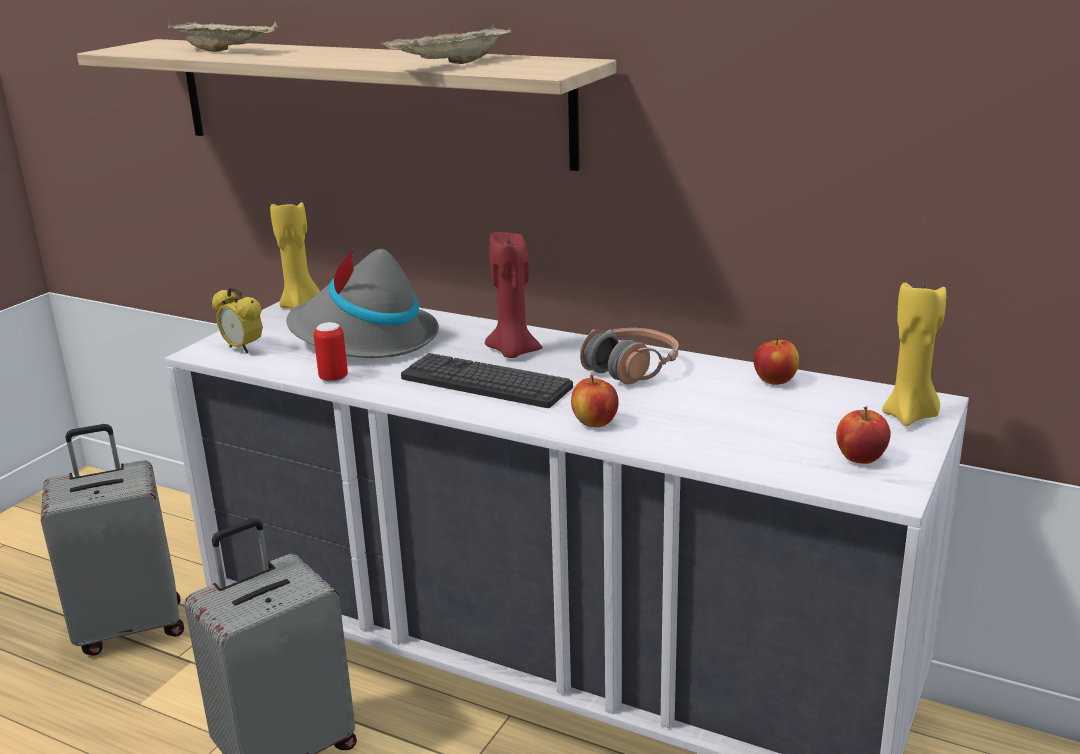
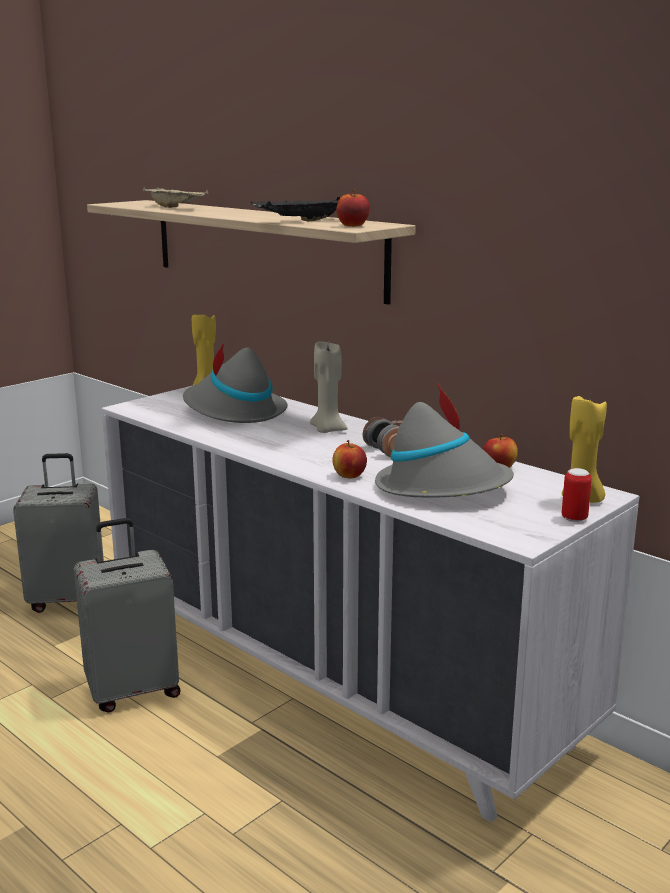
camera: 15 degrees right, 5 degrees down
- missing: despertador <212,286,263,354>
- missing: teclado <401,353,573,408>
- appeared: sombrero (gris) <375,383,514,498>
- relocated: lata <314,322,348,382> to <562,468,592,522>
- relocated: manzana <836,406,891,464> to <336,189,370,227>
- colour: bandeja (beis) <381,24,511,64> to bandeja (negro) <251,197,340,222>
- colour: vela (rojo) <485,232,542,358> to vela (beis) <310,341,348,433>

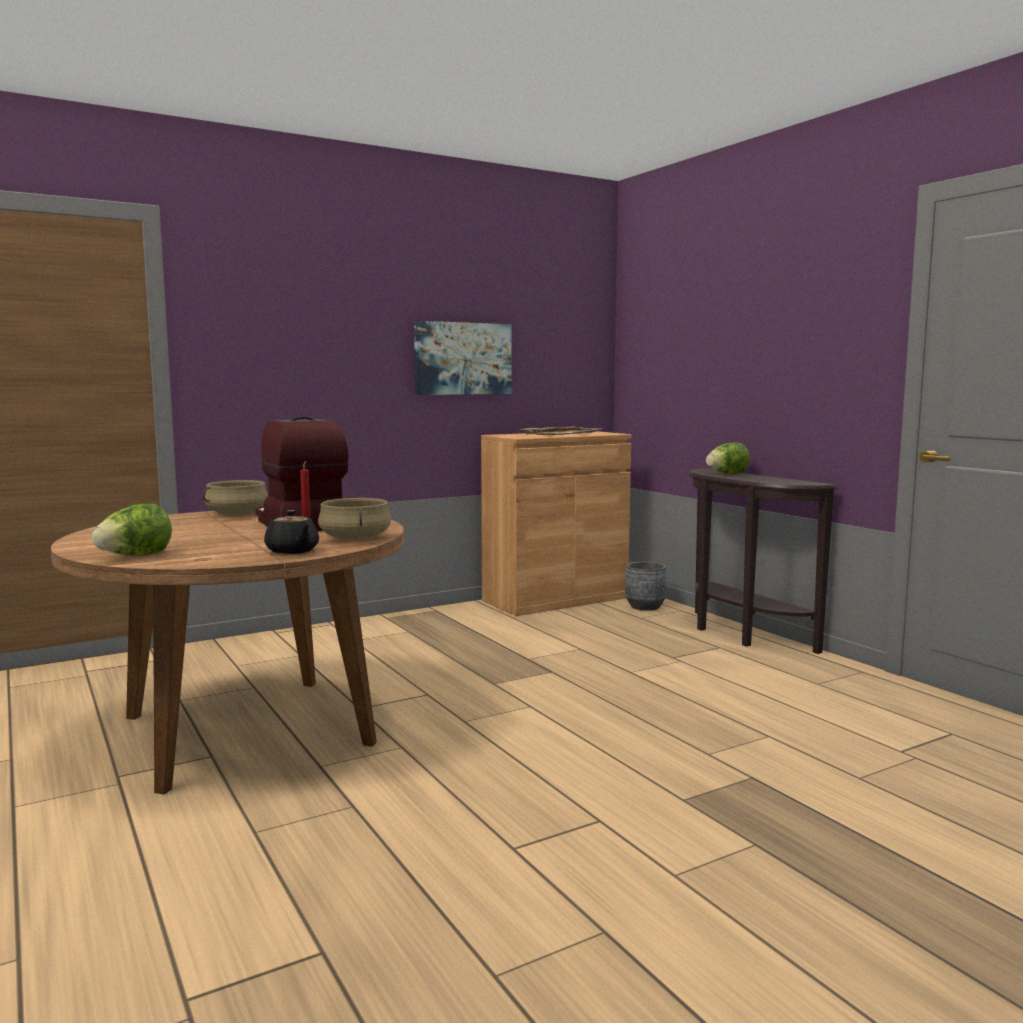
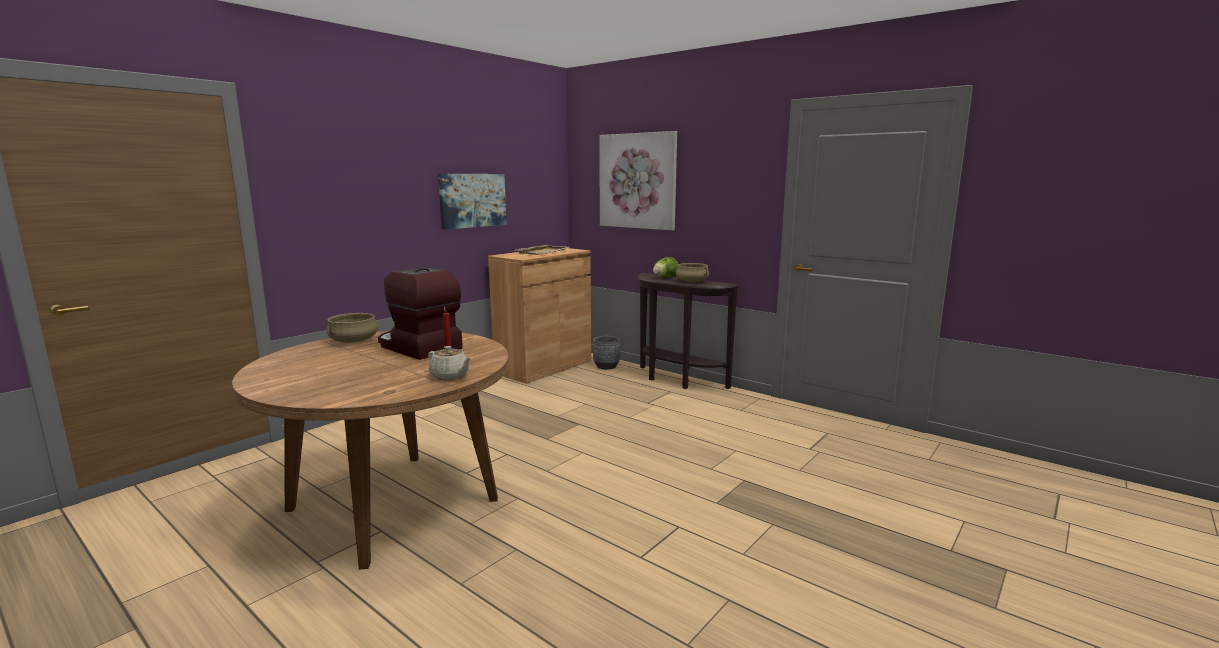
camera: 20 degrees left, 5 degrees up
- missing: lechuga <92,504,172,555>
- appeared: cuadro <599,131,677,230>
- relocated: olla (beis) <318,498,391,540> to <676,263,709,282>
- colour: tetera (negro) <264,510,319,554> to tetera (beis) <428,346,472,380>

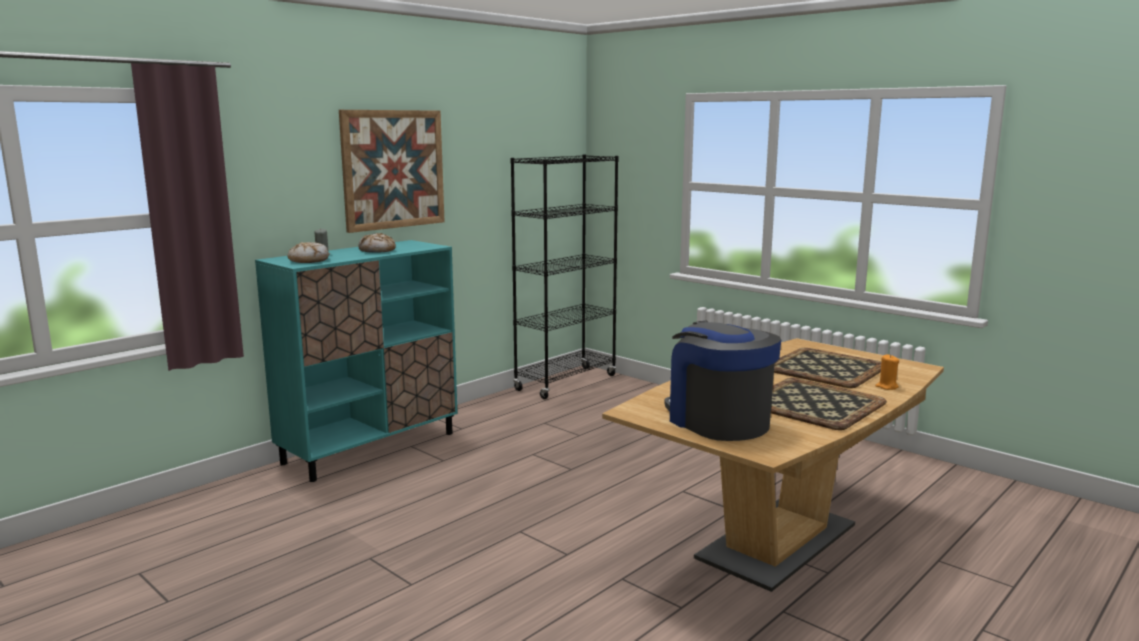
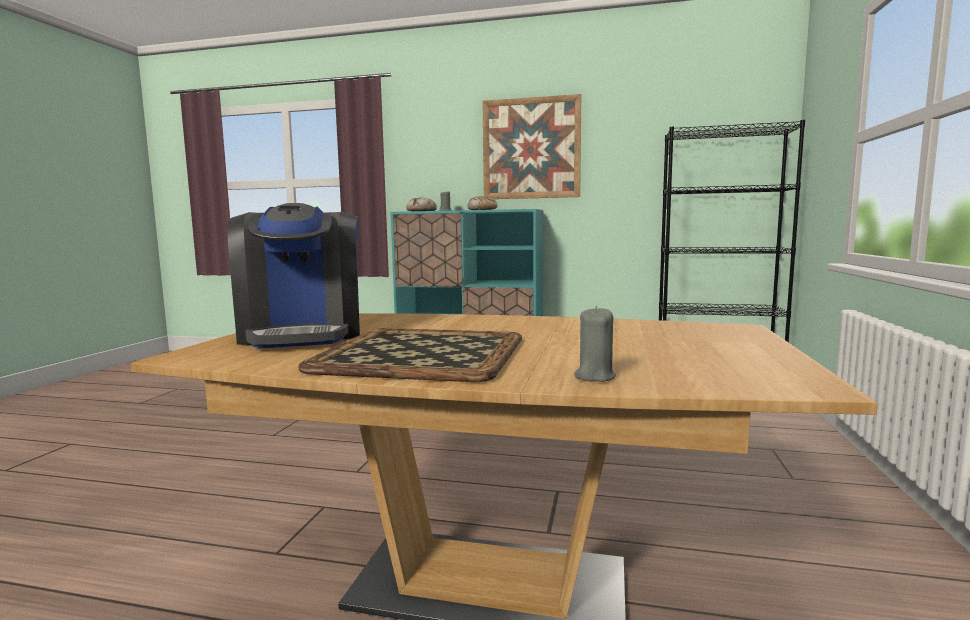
camera: 60 degrees right, 5 degrees down
- missing: bandeja <774,348,881,388>
- colour: vela (naranja) <875,354,899,390> to vela (gris) <574,306,616,382>
- spun: cafetera <665,321,781,441> = <228,203,360,348> 135 degrees clockwise

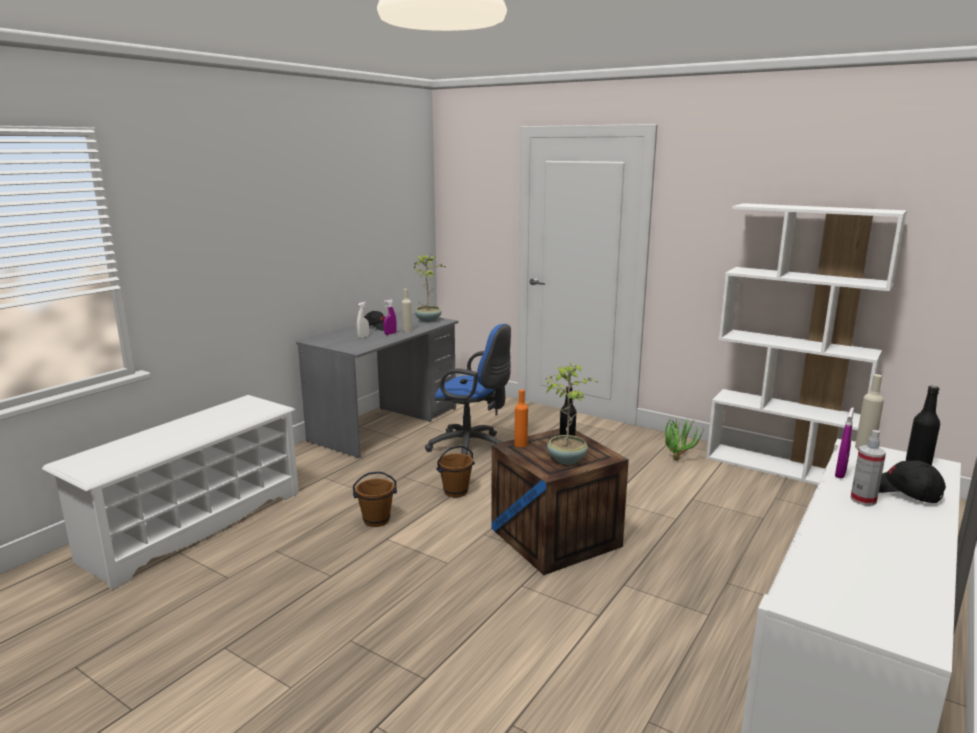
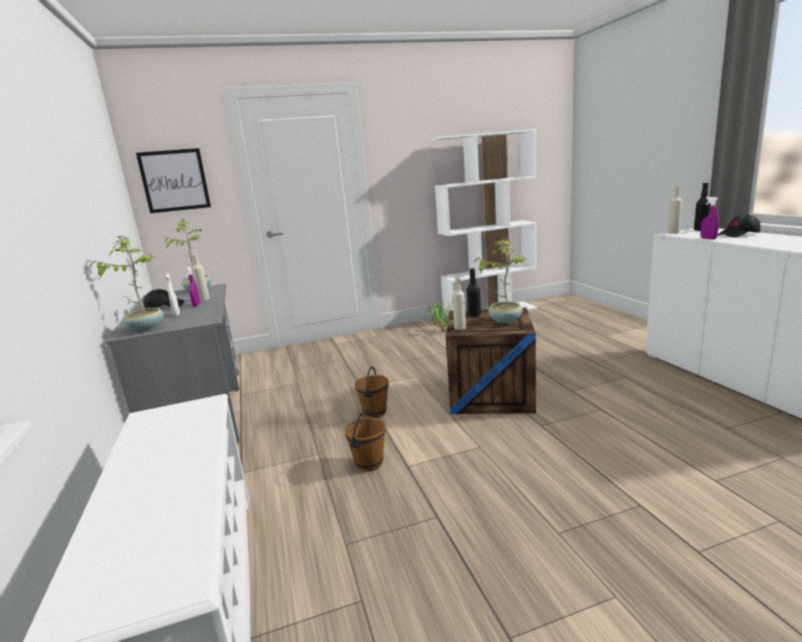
camera: 50 degrees left, 0 degrees up
- missing: silla de oficina (azul) <425,324,511,455>
- missing: pulverizador <851,430,886,506>
- appeared: planta en maceta <90,236,164,332>
- appeared: cuadro <136,148,211,213>
- colour: botella (naranja) <514,390,528,447> to botella (beis) <452,278,466,330>

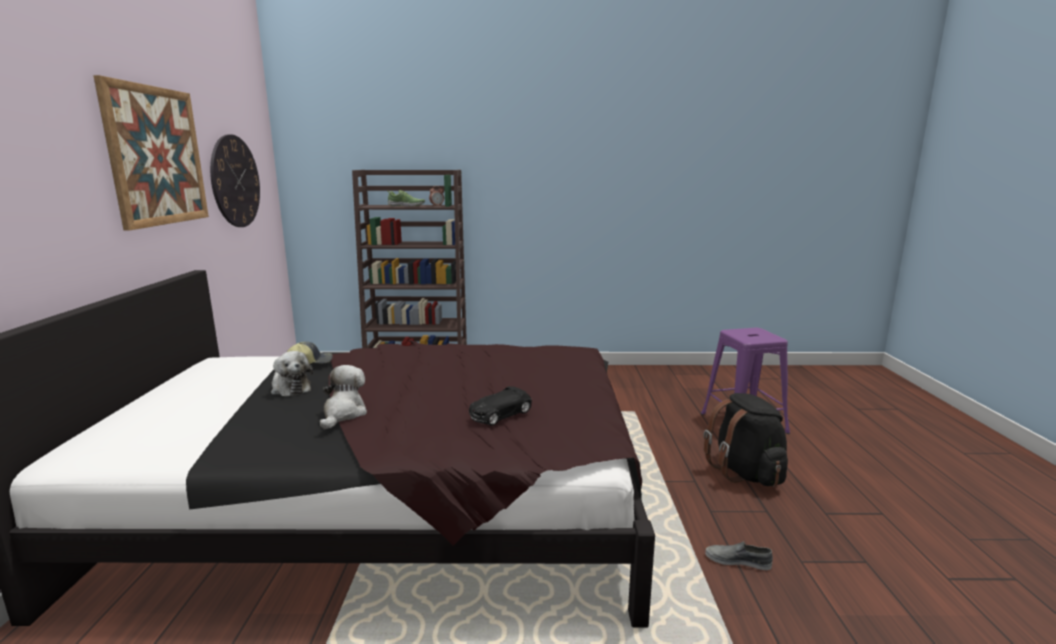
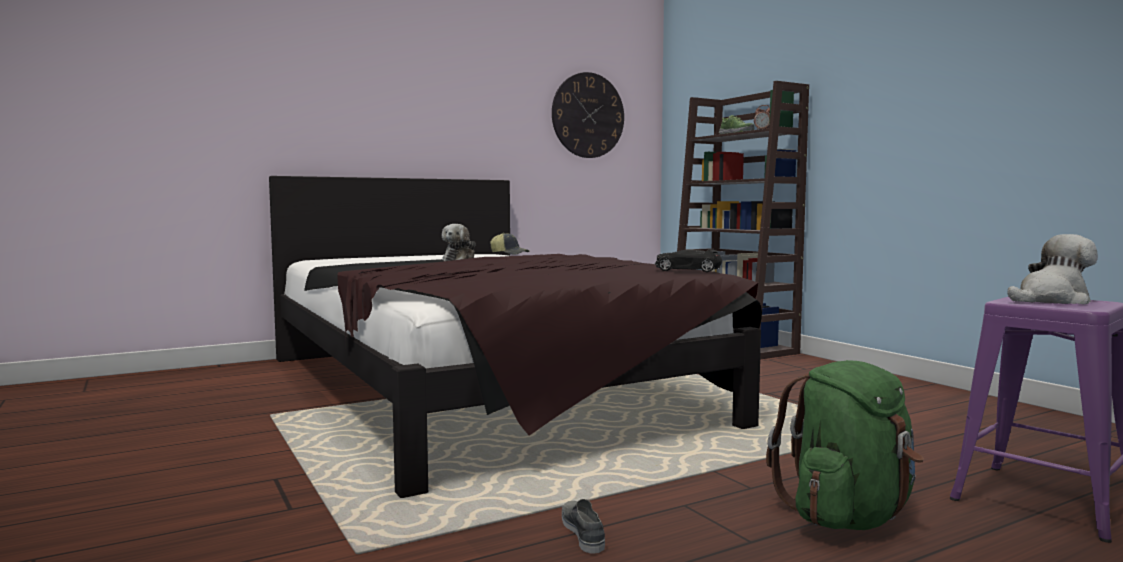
camera: 60 degrees right, 10 degrees down
- missing: cuadro <93,75,209,231>
- relocated: peluche <320,365,367,430> to <1007,234,1098,304>
- relocated: coche de juguete (negro) <469,386,532,426> to <655,249,722,272>
- colour: mochila (negro) <704,393,788,486> to mochila (verde) <766,360,924,530>

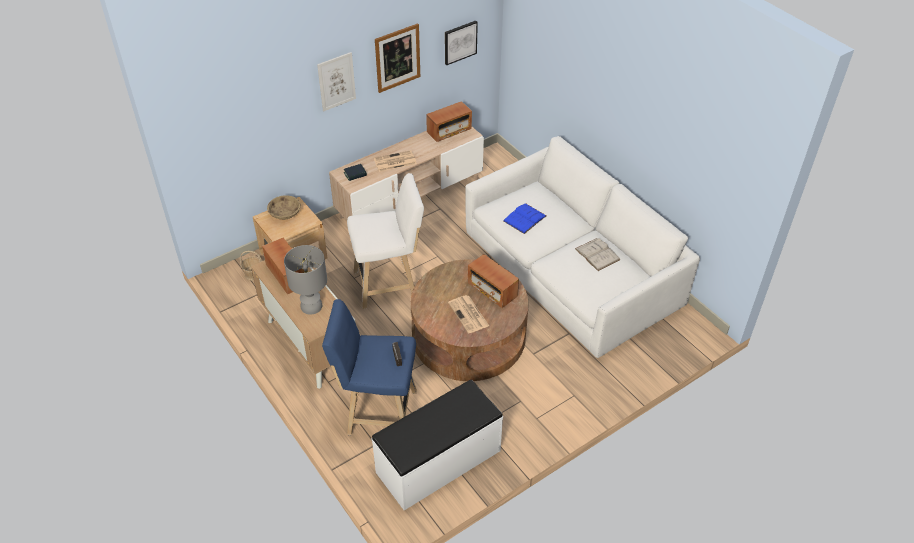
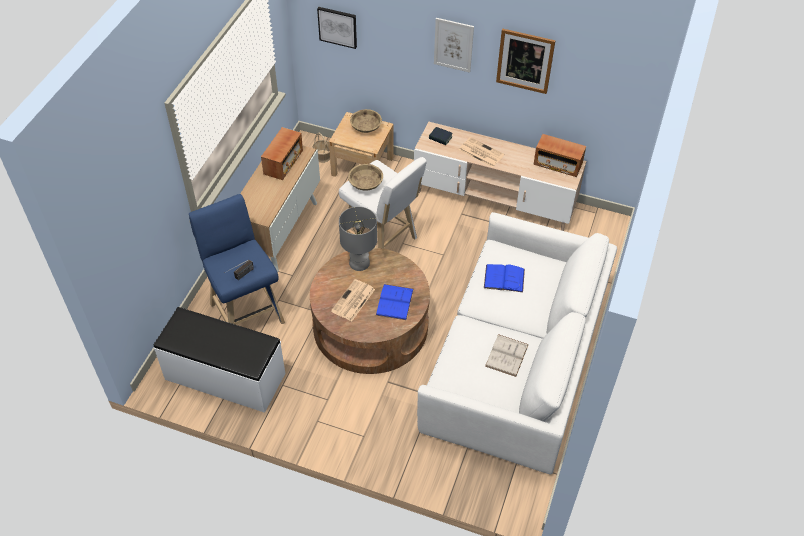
camera: 55 degrees right, 5 degrees up
- appeared: cuenco (beis) <348,164,383,191>
- relocated: lámpara de mesa (gris) <284,245,327,315> to <339,207,377,271>
- relocated: cuadro <445,21,478,65> to <317,7,357,49>
- exchanged: radio <468,254,519,308> to libro (azul) <376,284,414,320>

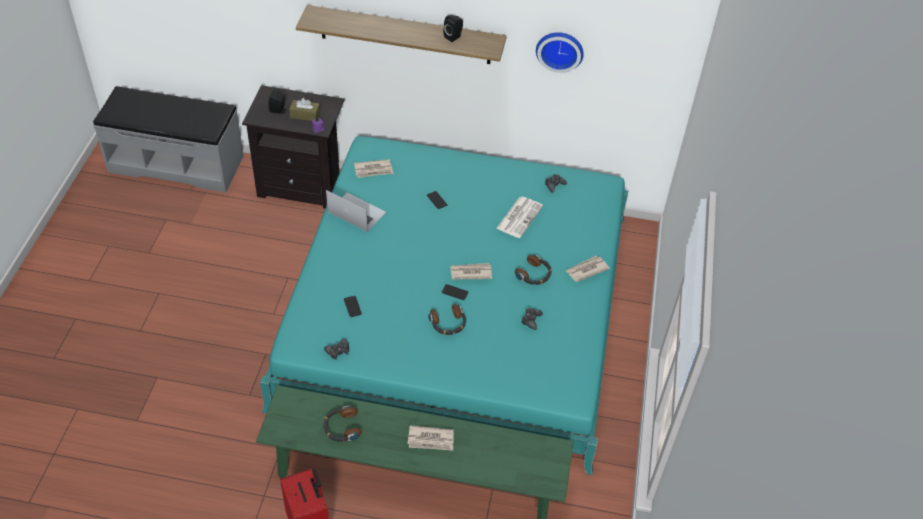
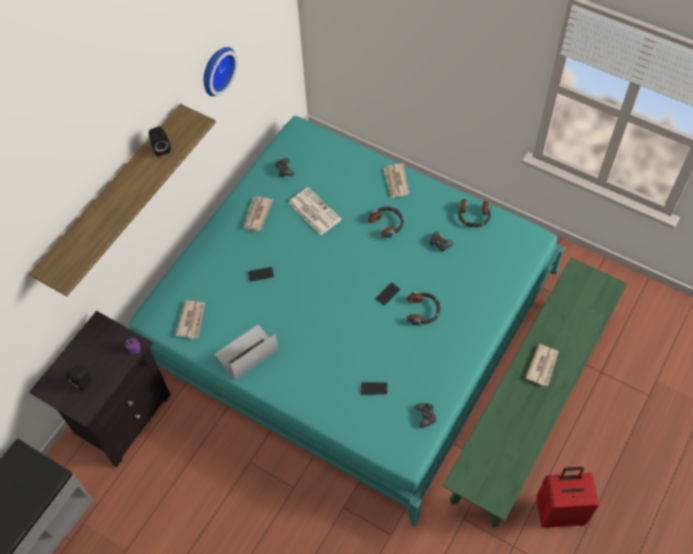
camera: 65 degrees left, 10 degrees up
- missing: caja de pañuelos (marrón) <289,98,320,121>
- relocated: auriculares <324,405,362,442> to <458,199,491,227>
- relocated: periódico <450,263,492,280> to <243,196,274,231>

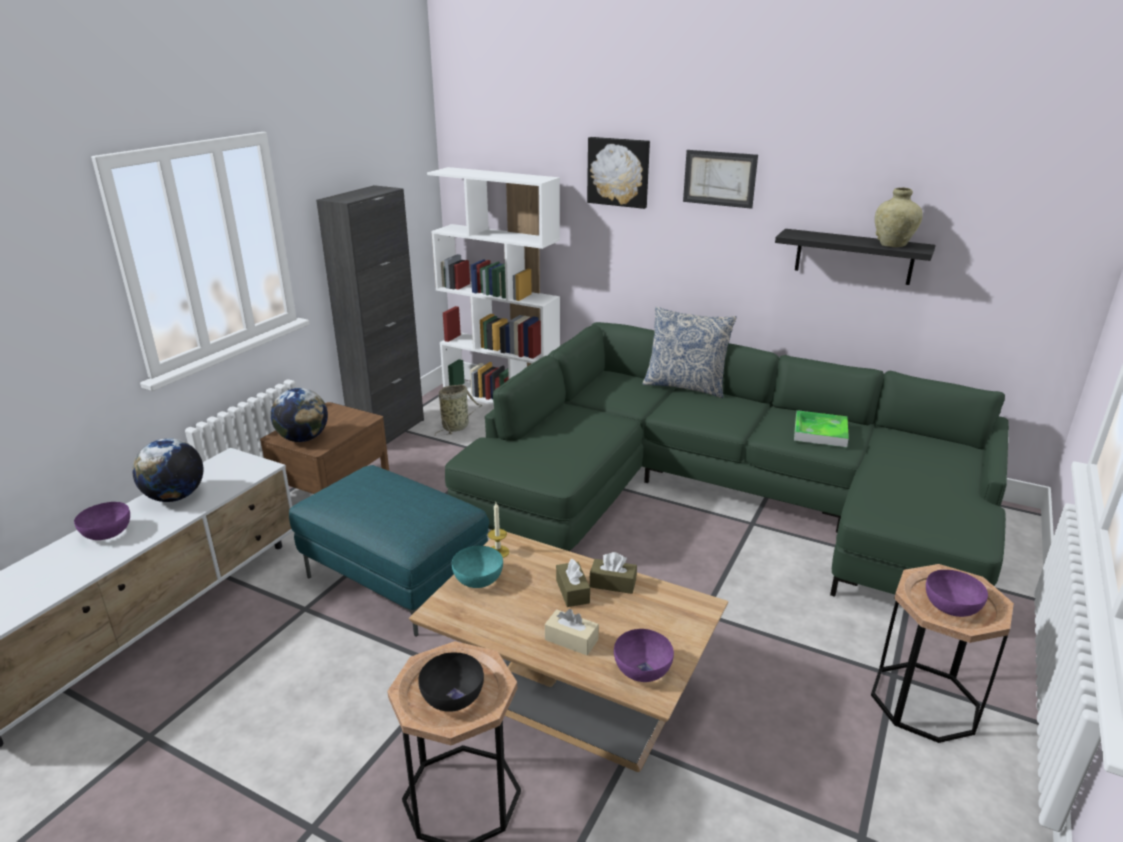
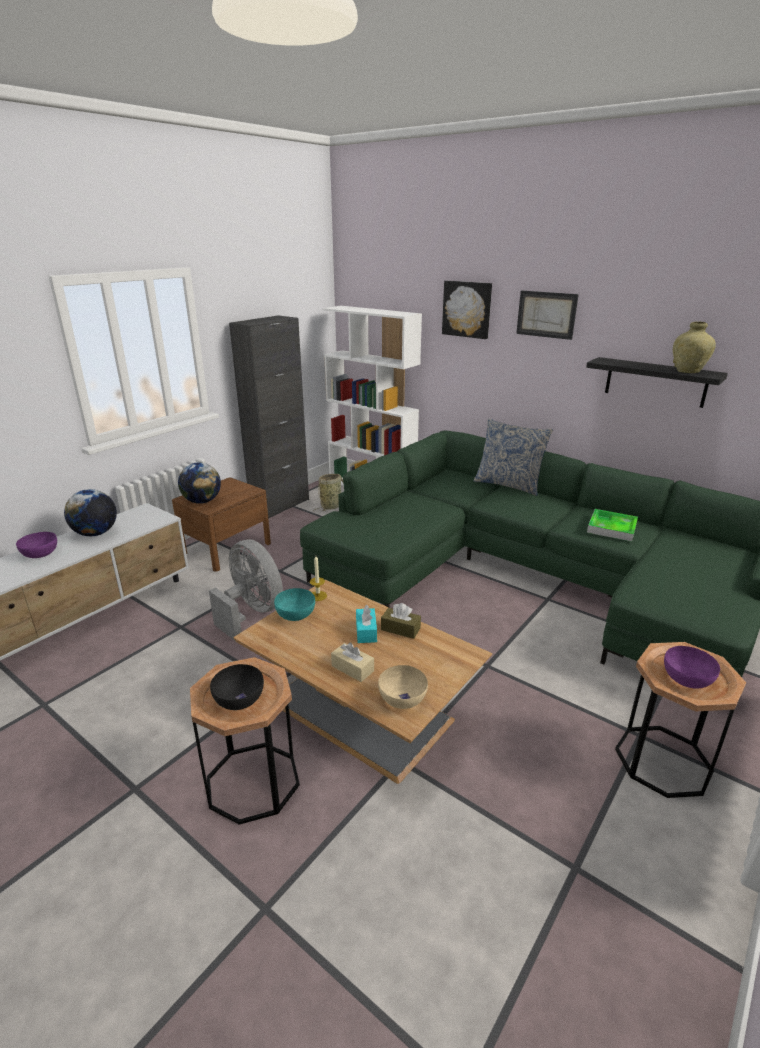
camera: 10 degrees right, 0 degrees up
- exchanged: puf (turquesa) <289,465,489,637> to ventilador (gris) <209,539,283,642>
- colour: caja de pañuelos (marrón) <556,558,590,607> to caja de pañuelos (turquesa) <356,605,377,643>
- colour: cuenco (morado) <614,629,674,682> to cuenco (beis) <378,665,428,709>

